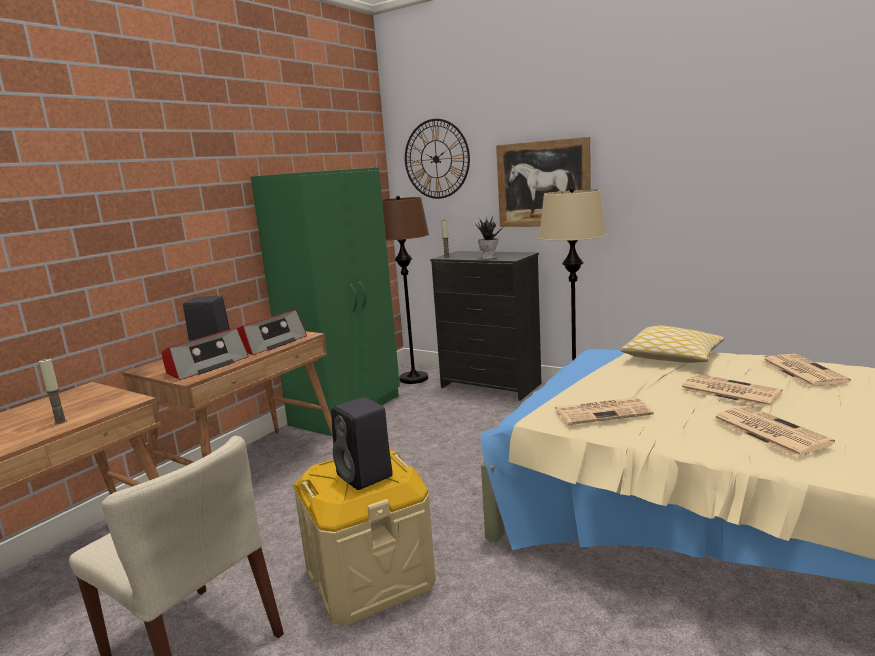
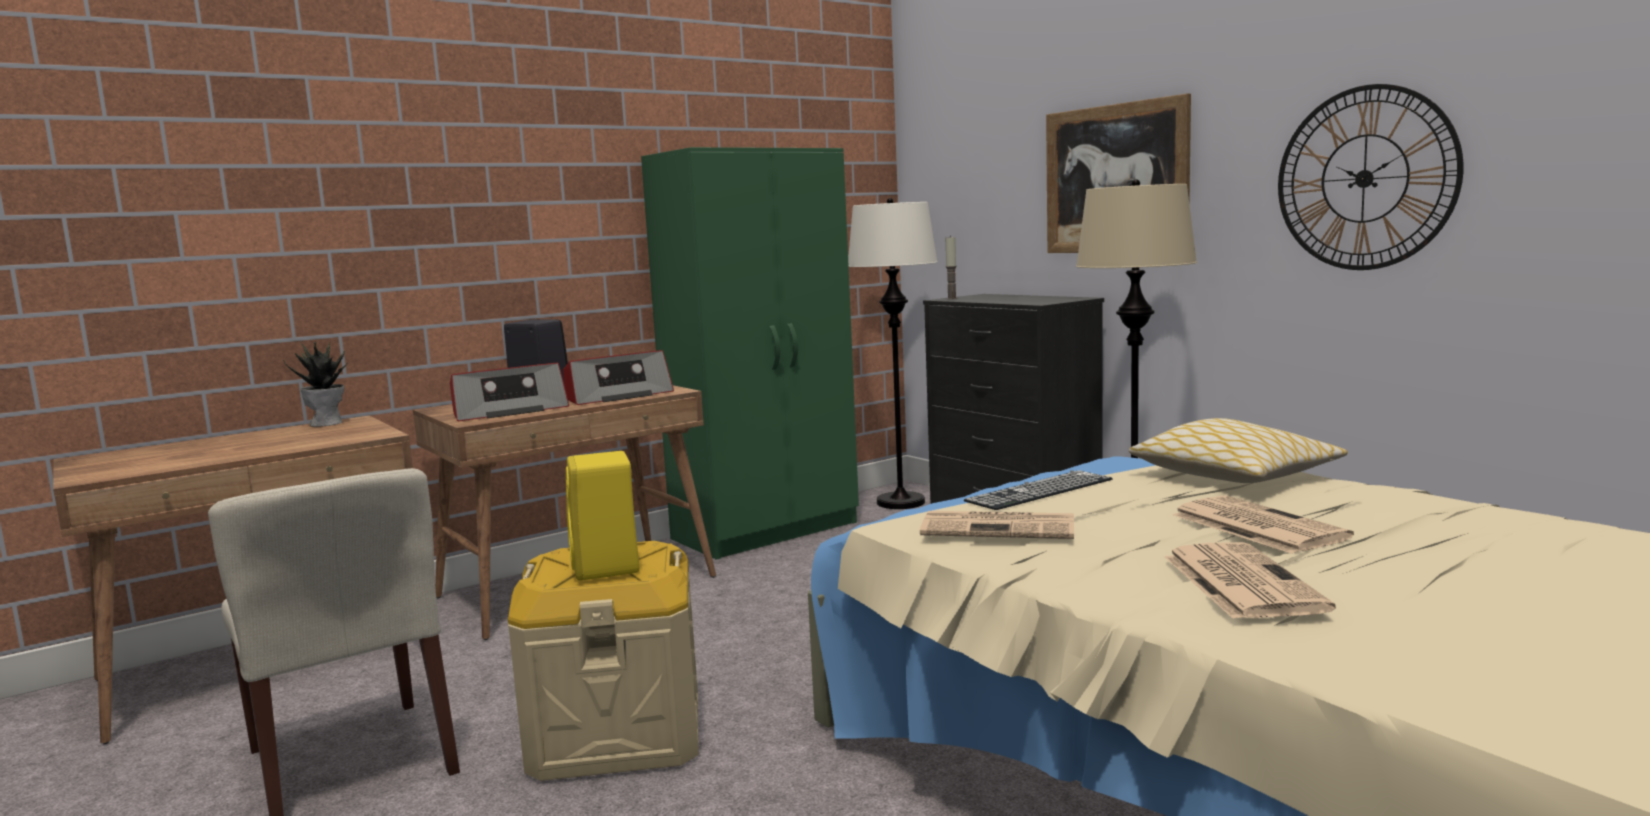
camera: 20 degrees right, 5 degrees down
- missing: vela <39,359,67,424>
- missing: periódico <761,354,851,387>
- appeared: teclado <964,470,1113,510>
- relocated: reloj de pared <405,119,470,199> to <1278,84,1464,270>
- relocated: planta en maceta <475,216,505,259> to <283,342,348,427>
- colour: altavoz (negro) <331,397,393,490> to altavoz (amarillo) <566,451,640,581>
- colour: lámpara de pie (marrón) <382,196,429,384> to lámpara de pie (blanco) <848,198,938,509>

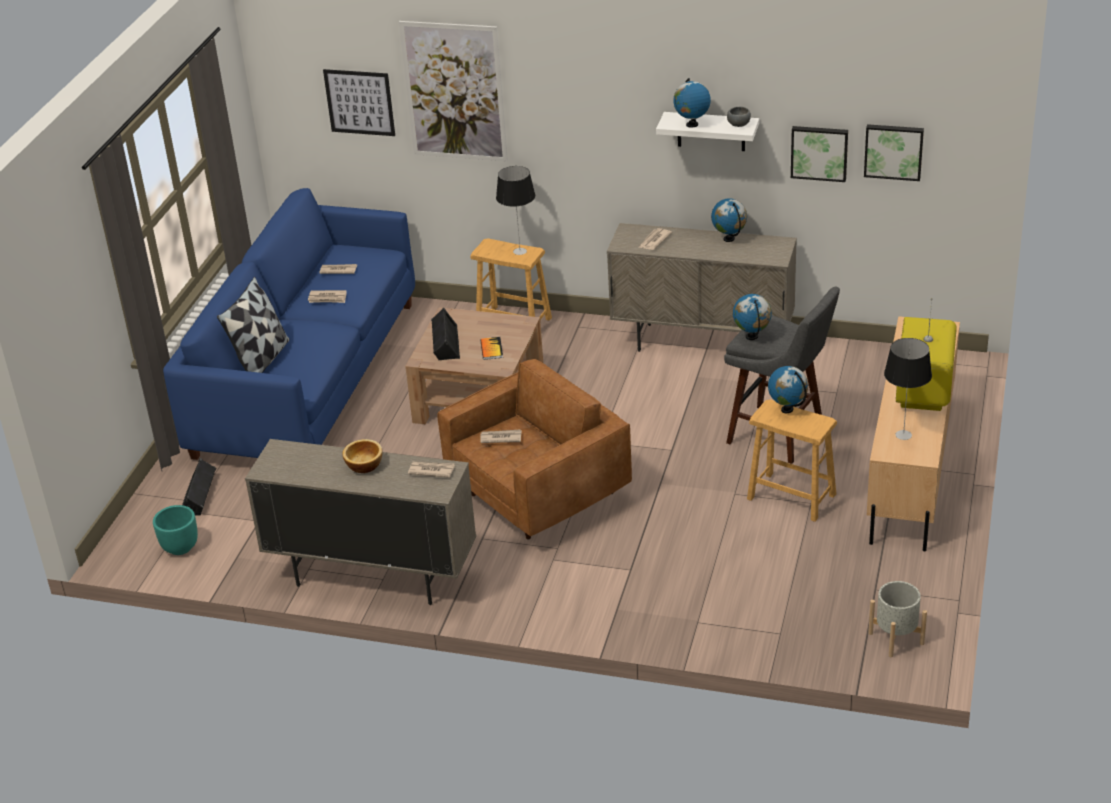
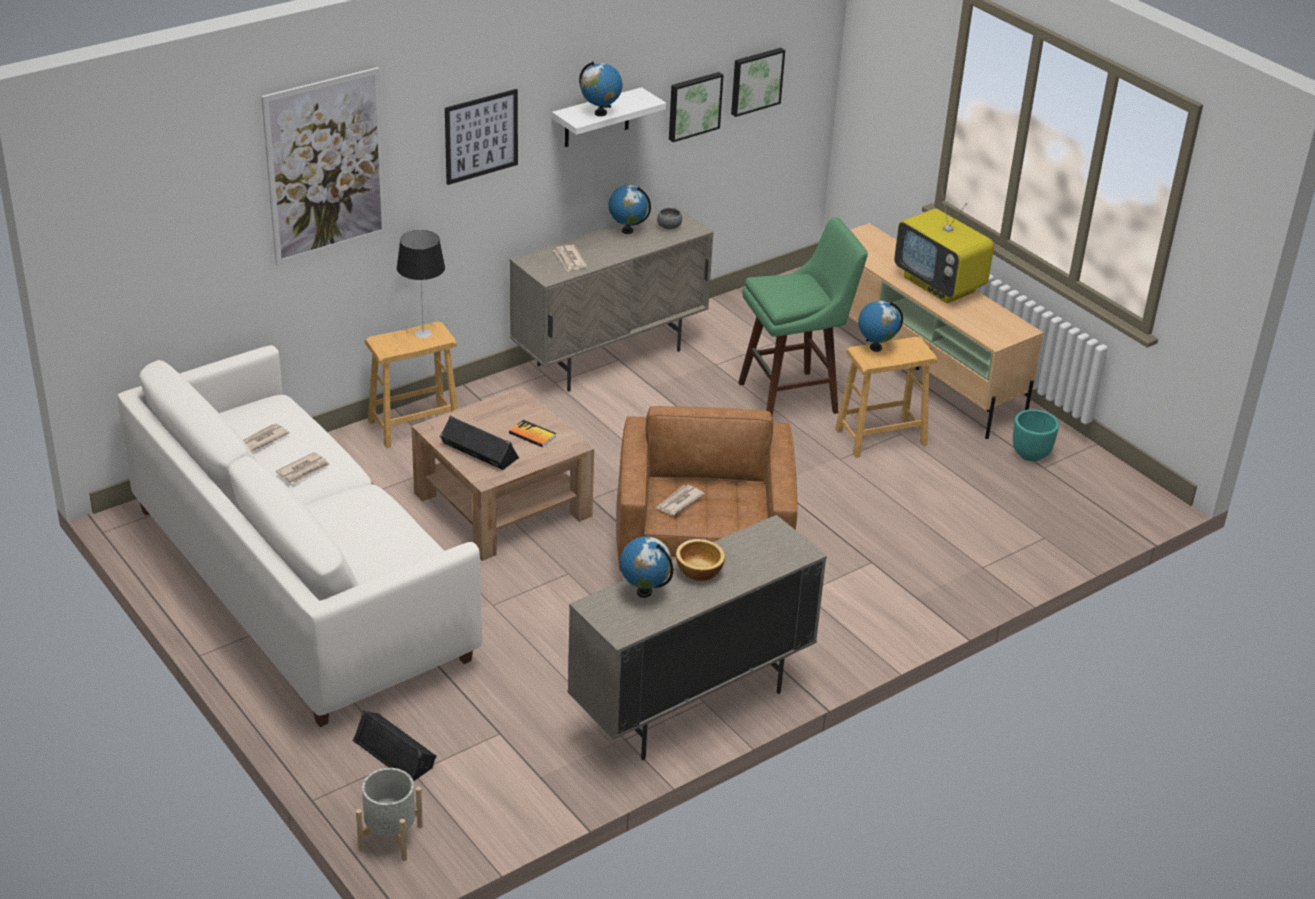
camera: 55 degrees left, 0 degrees up
- missing: cojín <217,277,289,373>
- missing: periódico <408,462,455,478>
- missing: lámpara de mesa <884,338,932,440>
- relocated: maceta (turquesa) <153,505,198,555> to <1013,409,1059,461>
- relocated: cuadro <323,69,395,136> to <445,89,518,185>
- relocated: cuenco (gris) <727,107,751,127> to <657,208,682,230>
- relocated: globo terráqueo <733,294,772,340> to <620,536,673,598>
- relocated: maceta (gris) <868,581,927,657> to <356,768,423,861>
- colour: sofá (azul) <163,188,415,460> to sofá (blanco) <118,345,482,727>
- colour: taburete (gris) <724,286,840,464> to taburete (verde) <738,217,868,416>

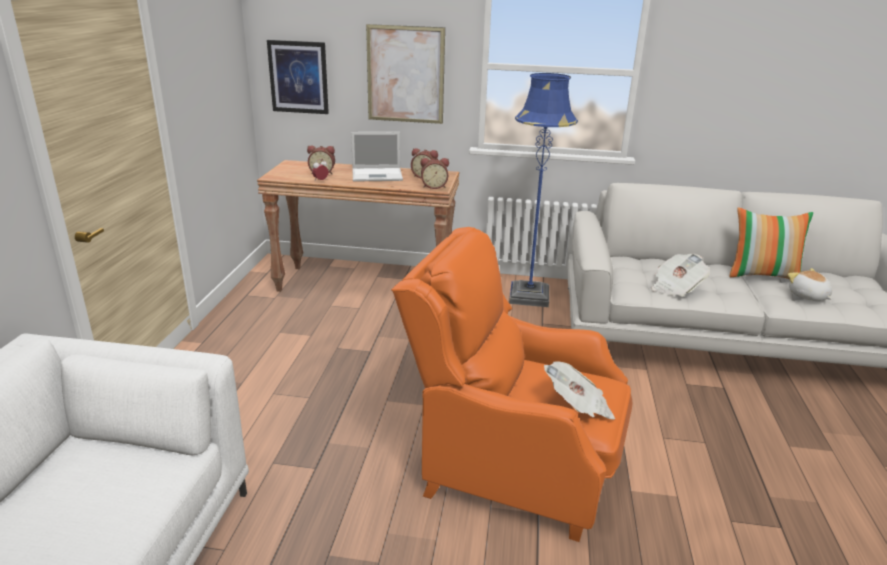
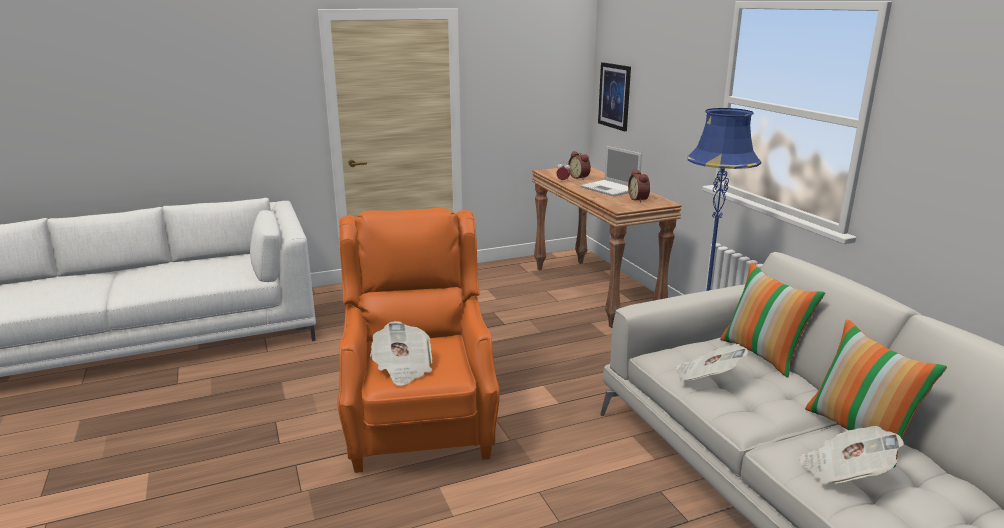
camera: 60 degrees right, 5 degrees down
- missing: cuadro <366,24,445,124>
- missing: despertador <421,158,449,189>
- appeared: cojín <720,262,825,378>
- exchanged: peluche <788,268,832,301> to periódico <799,426,904,485>

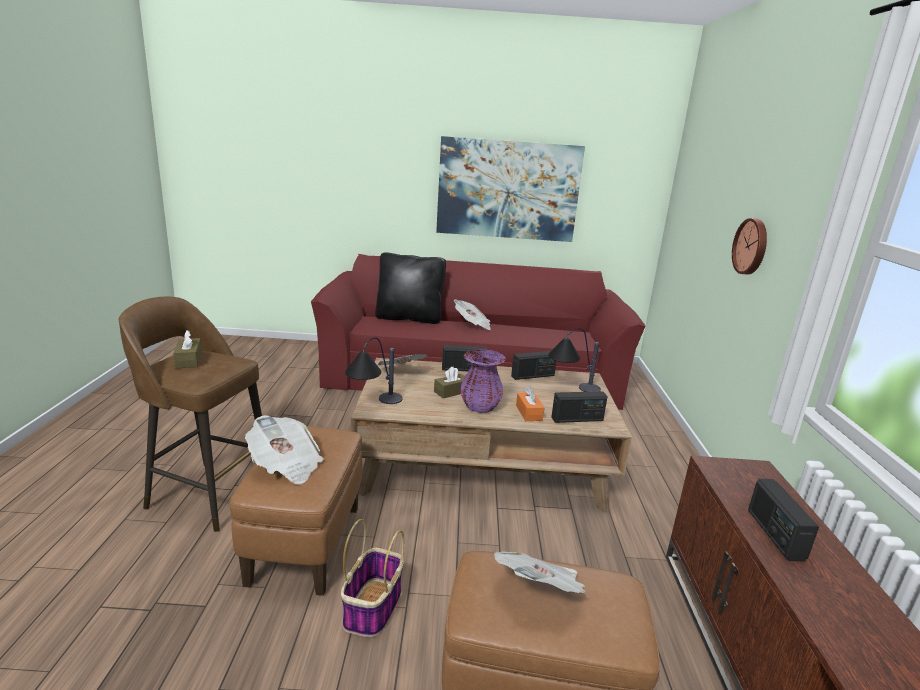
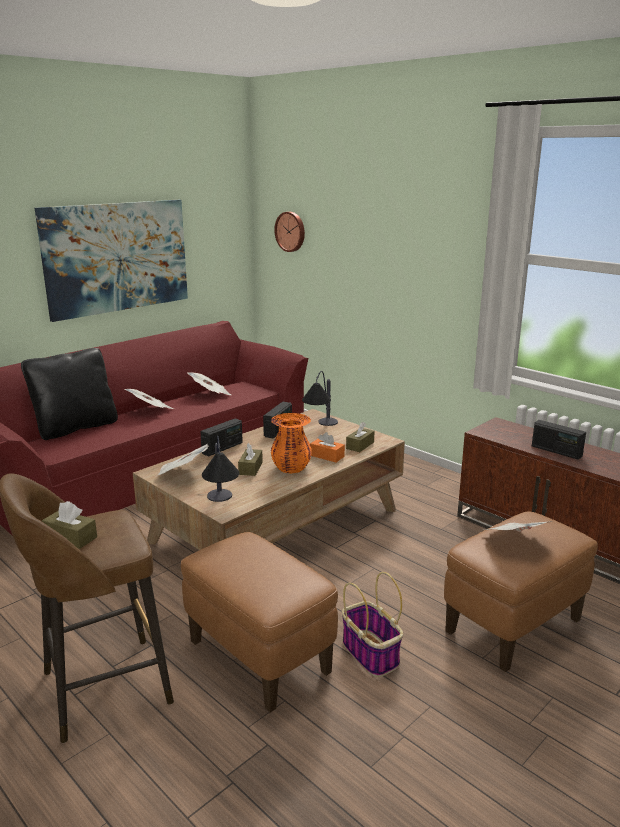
camera: 45 degrees left, 0 degrees up
- relocated: periódico <245,415,323,485> to <187,372,231,395>
- relocated: reloj de pared <732,218,767,275> to <274,212,305,252>
- exchanged: radio <551,391,608,423> to caja de pañuelos (marrón) <346,422,374,452>
- colour: florero (morado) <460,349,506,413> to florero (naranja) <271,413,312,474>

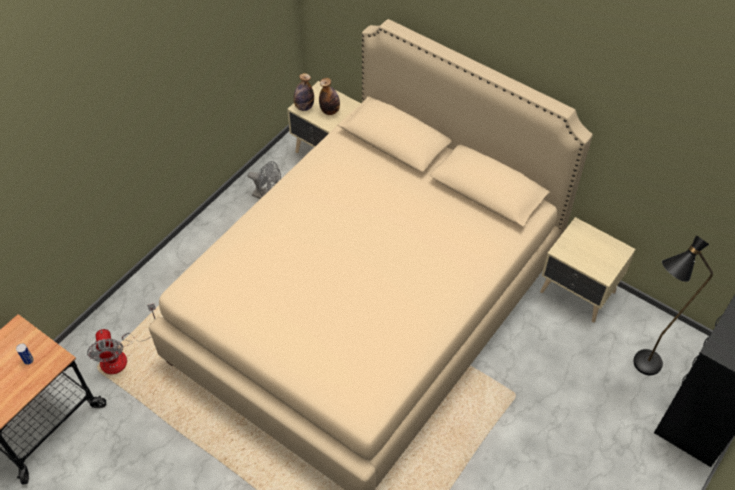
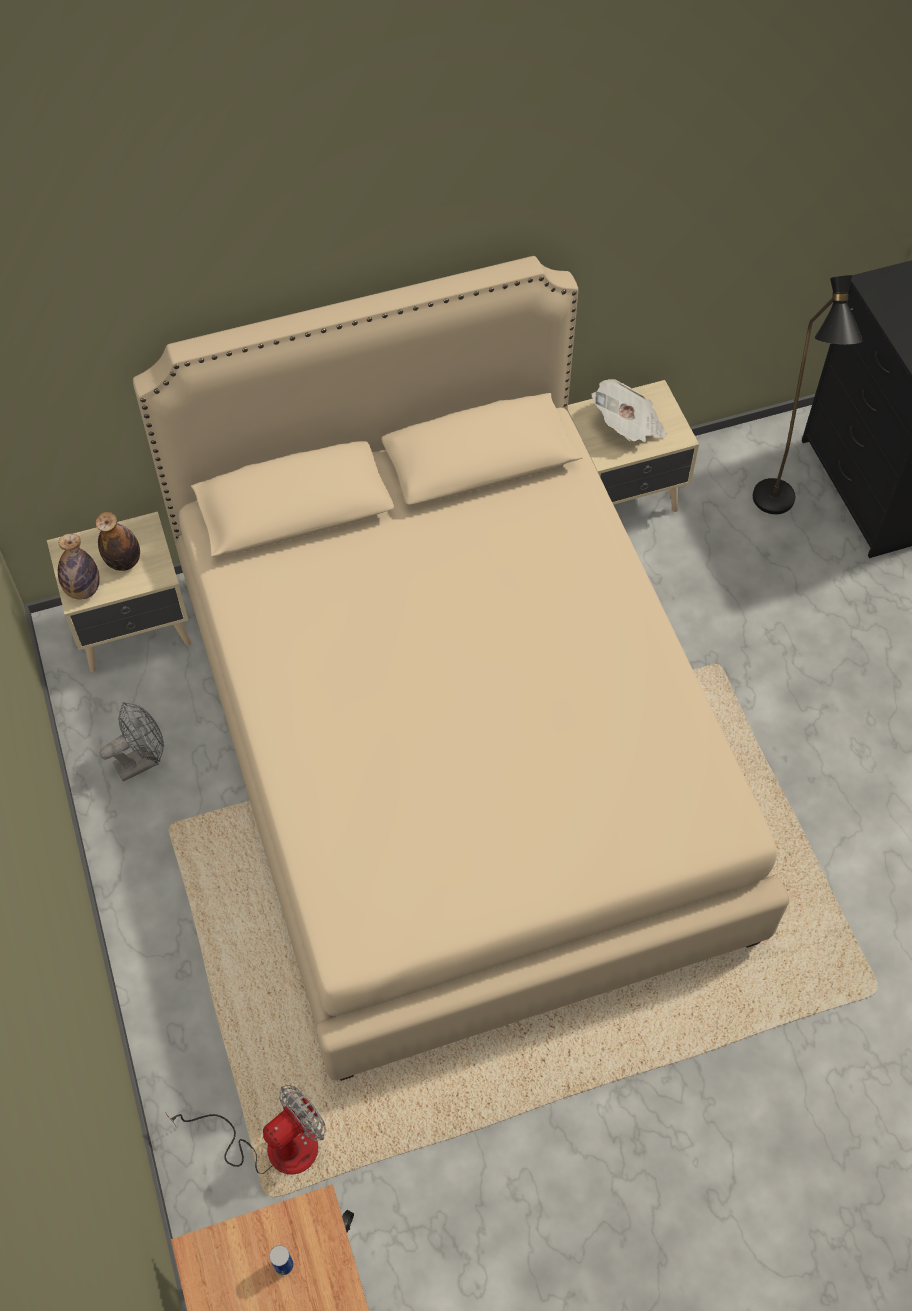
camera: 55 degrees left, 5 degrees up
- appeared: periódico <592,379,667,442>
- spun: ventilador <87,304,156,374> = <165,1085,326,1174> 60 degrees counterclockwise

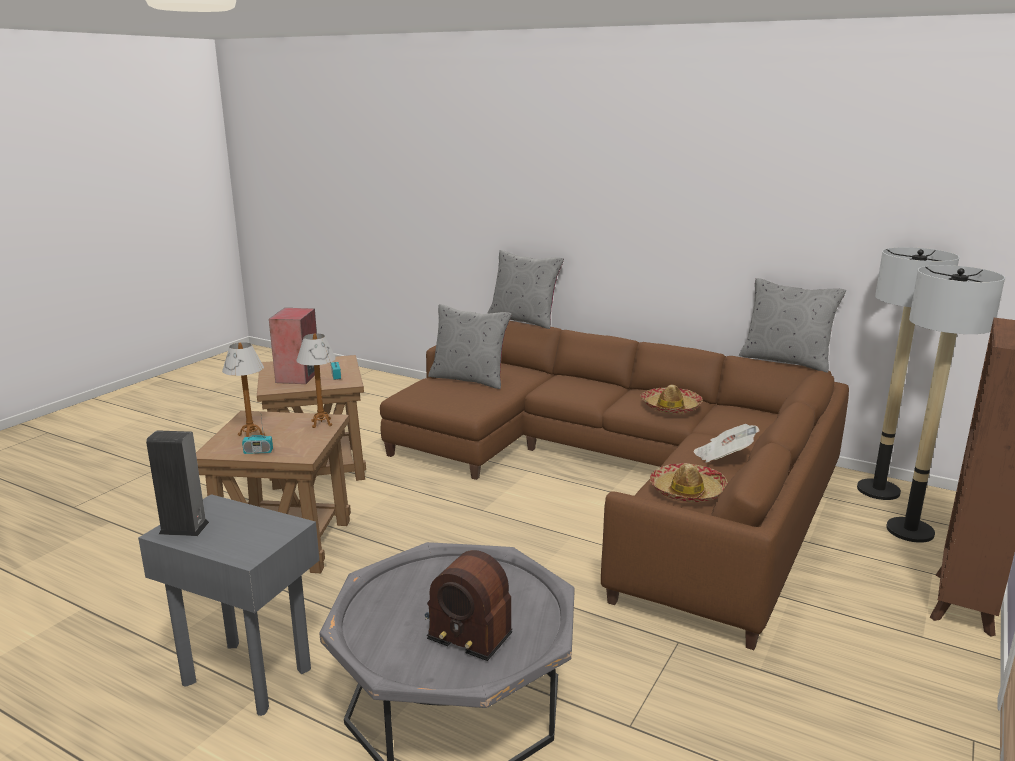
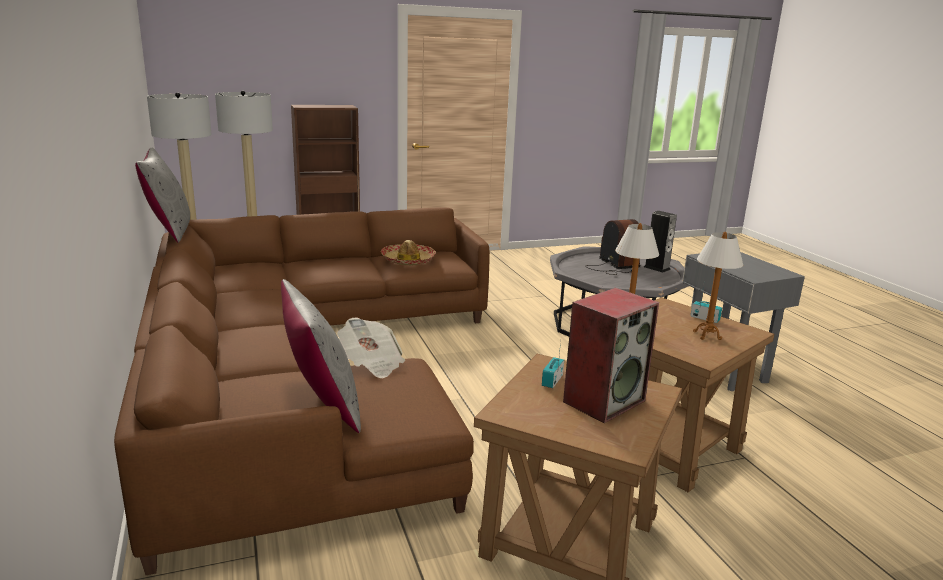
camera: 140 degrees left, 0 degrees up
- missing: cojín (gris) <487,250,564,329>
- missing: sombrero <641,385,703,414>
- relocated: altavoz <146,430,209,536> to <644,211,677,273>
- relocated: periódico <694,424,760,462> to <337,318,405,378>

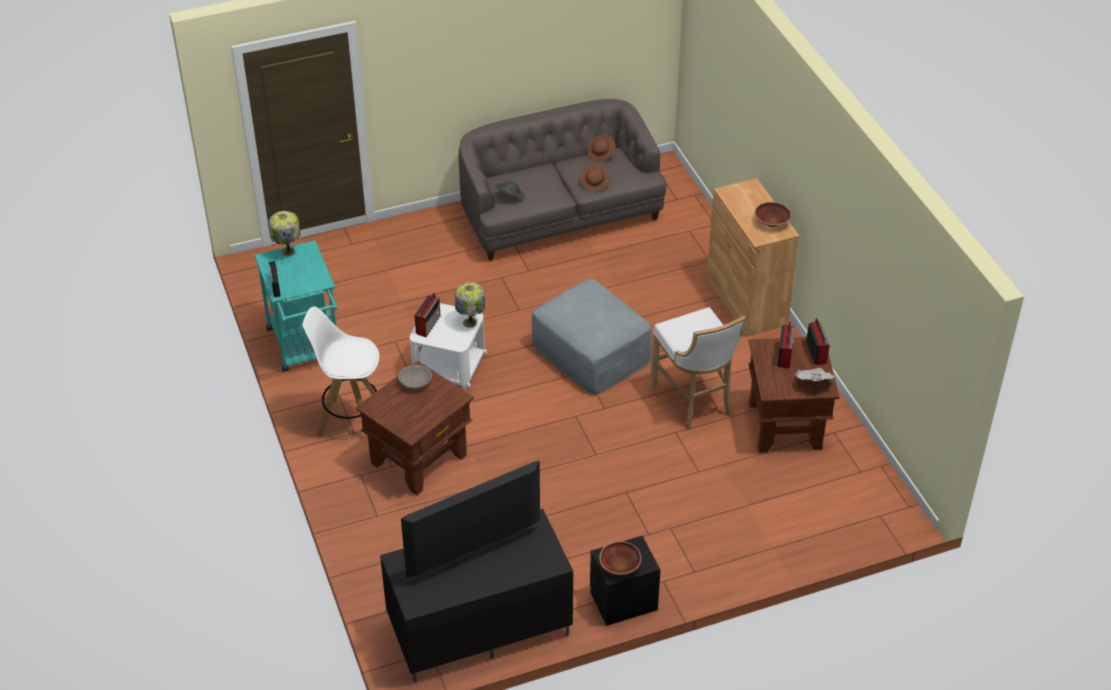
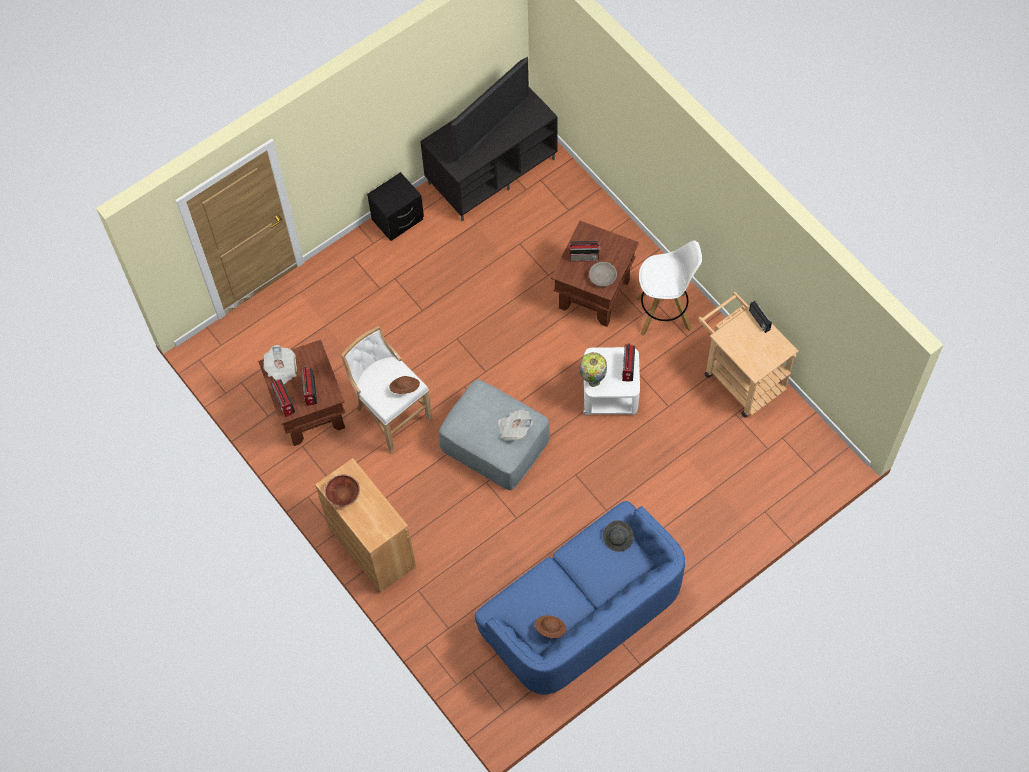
camera: 165 degrees right, 20 degrees up
- missing: lámpara de mesa <269,211,301,256>
- missing: cuenco (marrón) <599,541,642,575>
- appeared: periódico <498,409,533,439>
- appeared: radio <570,241,601,262>
- relocated: sombrero (marrón) <580,163,610,192> to <389,376,420,394>
- colour: carrito (turquesa) <254,240,337,372> to carrito (beis) <698,292,799,417>
- colour: sofá (gris) <459,99,666,261> to sofá (azul) <475,501,685,695>

